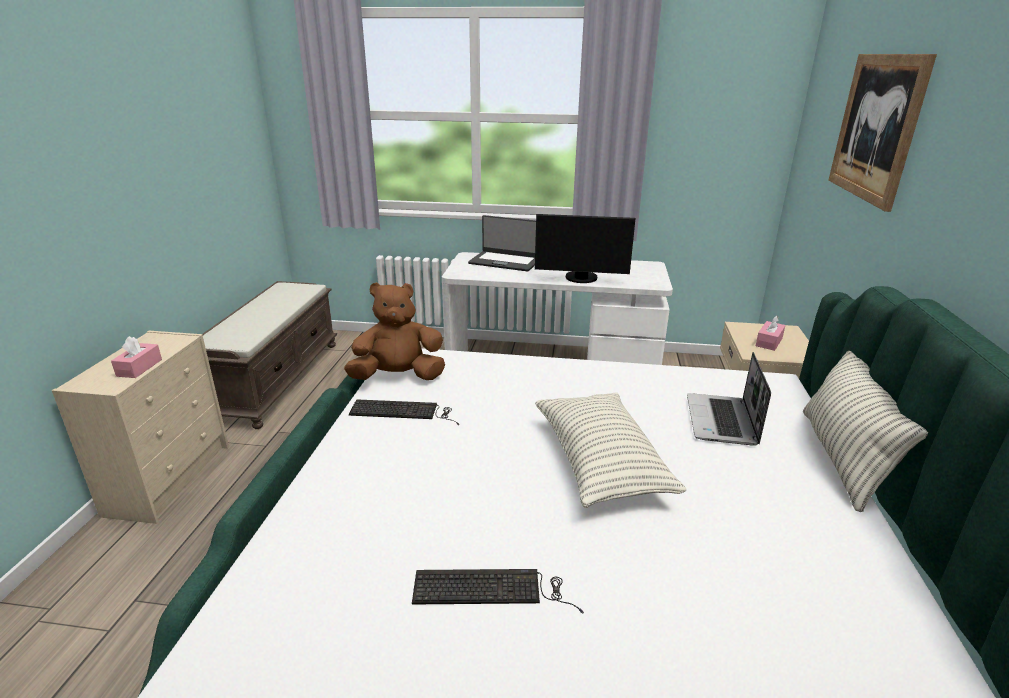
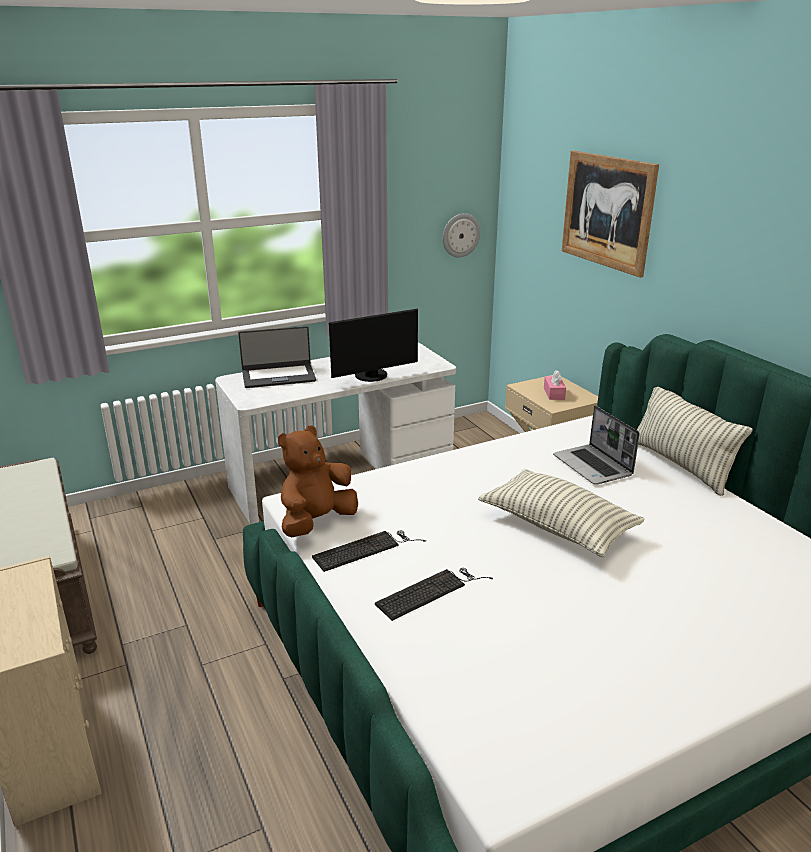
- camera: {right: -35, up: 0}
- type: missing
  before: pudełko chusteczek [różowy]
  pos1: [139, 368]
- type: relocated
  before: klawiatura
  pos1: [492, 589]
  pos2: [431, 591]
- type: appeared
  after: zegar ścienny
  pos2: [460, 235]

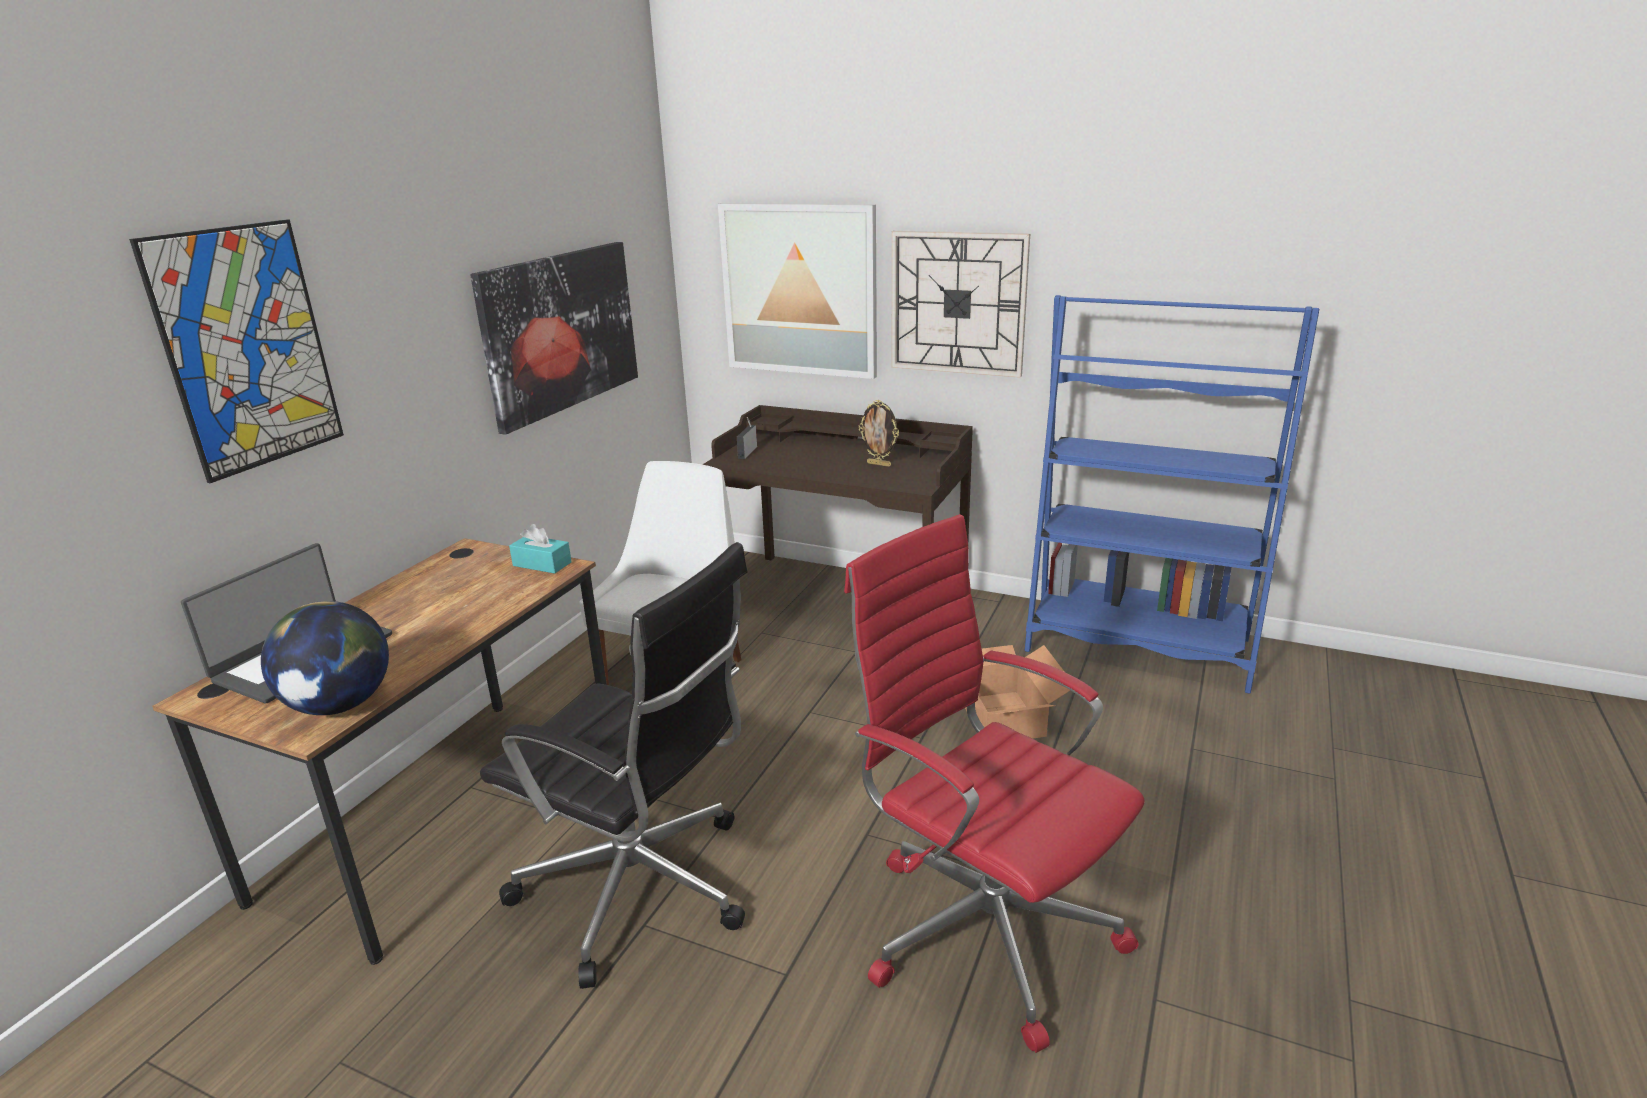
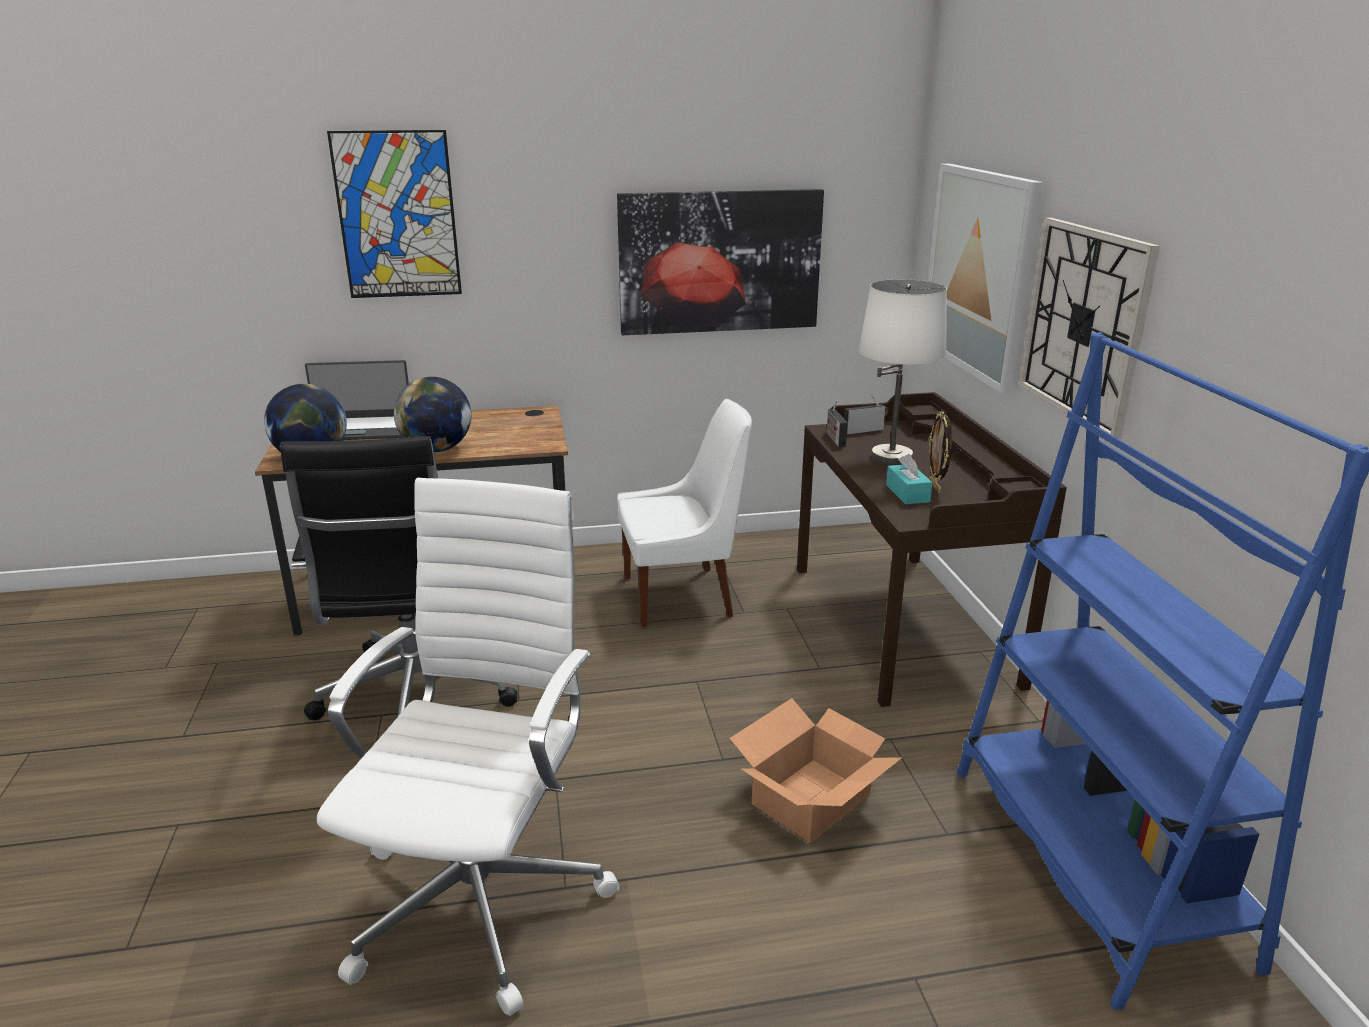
- camera: {right: 55, up: 0}
- type: relocated
  before: pudełko chusteczek [turkusowy]
  pos1: [542, 564]
  pos2: [907, 493]
- type: colour
  before: krzesło biurowe [czerwony]
  after: krzesło biurowe [biały]
  pos1: [983, 926]
  pos2: [483, 894]
- type: appeared
  after: globus
  pos2: [437, 449]
- type: appeared
  after: radio
  pos2: [834, 439]
- type: appeared
  after: lampa stołowa [biały]
  pos2: [891, 456]

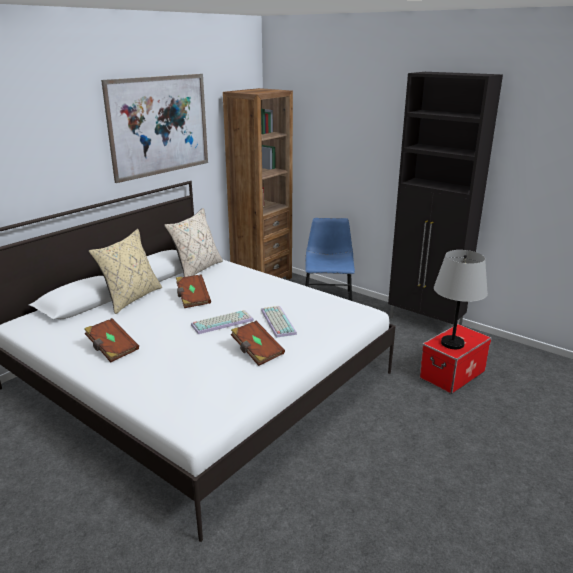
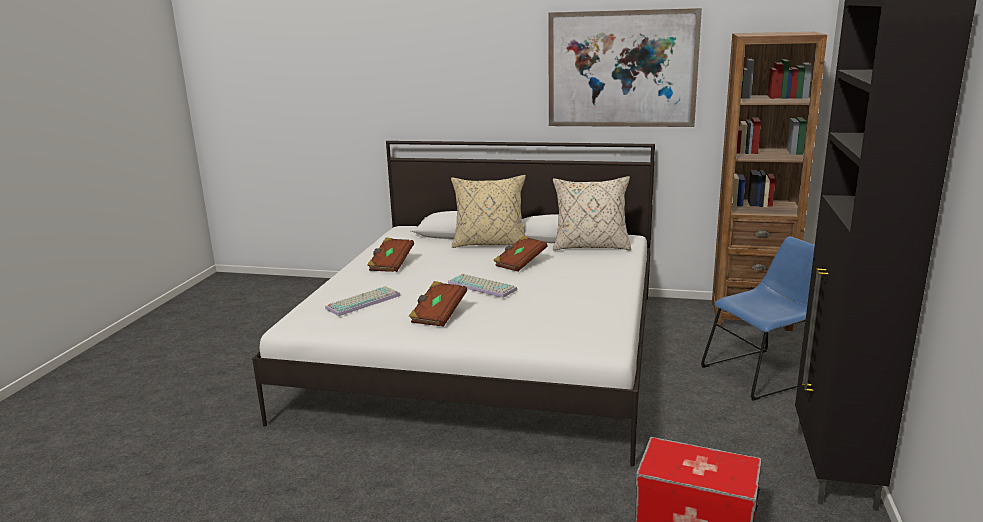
- camera: {right: 65, up: -5}
- type: relocated
  before: klawiatura
  pos1: [277, 321]
  pos2: [363, 301]
- type: missing
  before: lampa stołowa [szary]
  pos1: [452, 343]

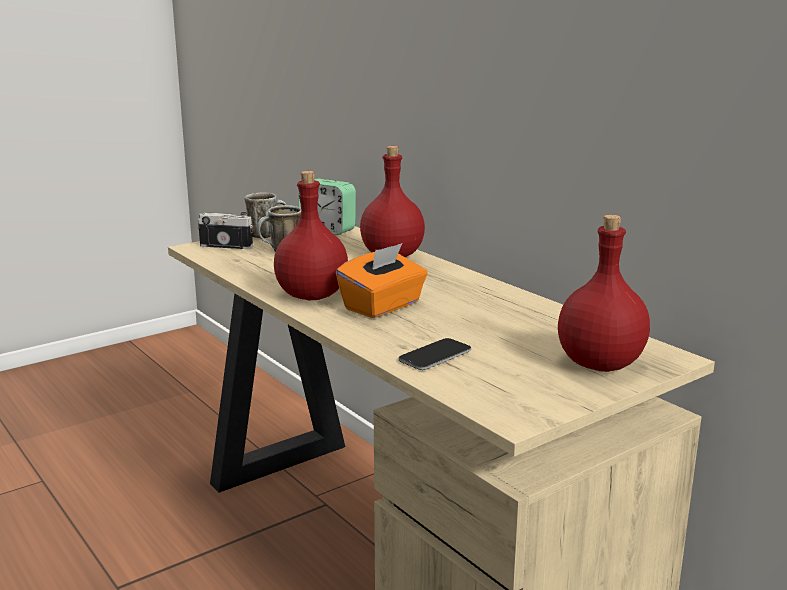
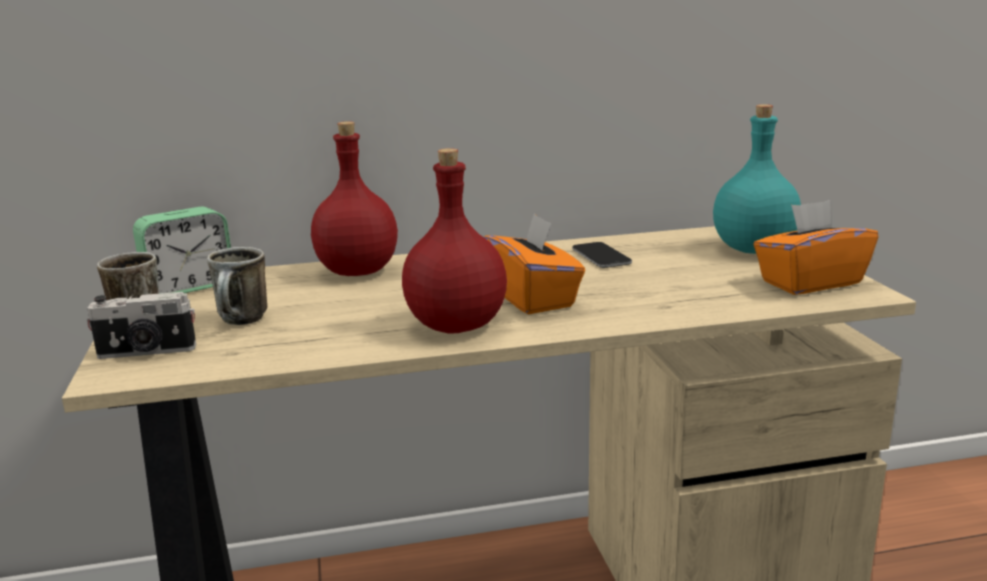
- camera: {right: -65, up: 0}
- type: spun
  before: aparat fotograficzny
  pos1: [227, 245]
  pos2: [146, 352]
  turn: -135
- type: relocated
  before: telefon
  pos1: [435, 356]
  pos2: [601, 257]
- type: colour
  before: butelka [czerwony]
  after: butelka [turkusowy]
  pos1: [599, 364]
  pos2: [752, 250]
- type: appeared
  after: pudełko chusteczek [pomarańczowy]
  pos2: [809, 282]

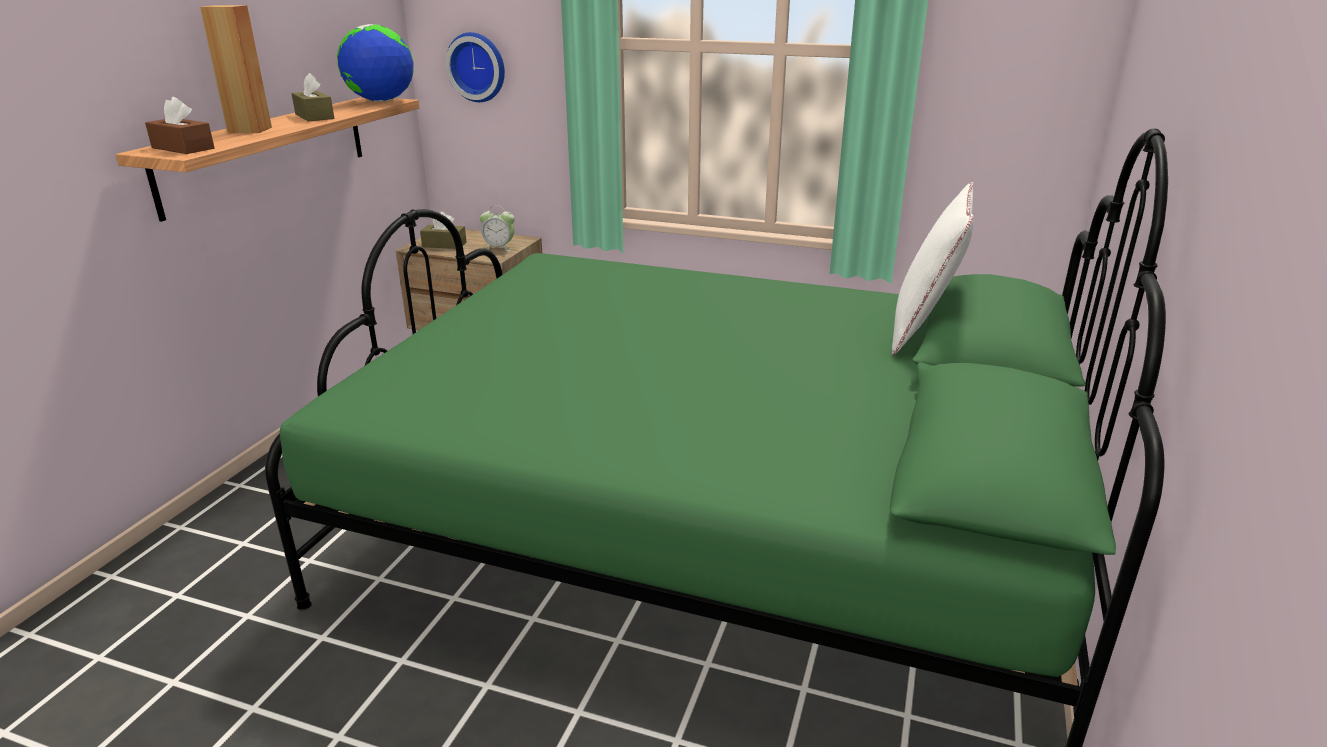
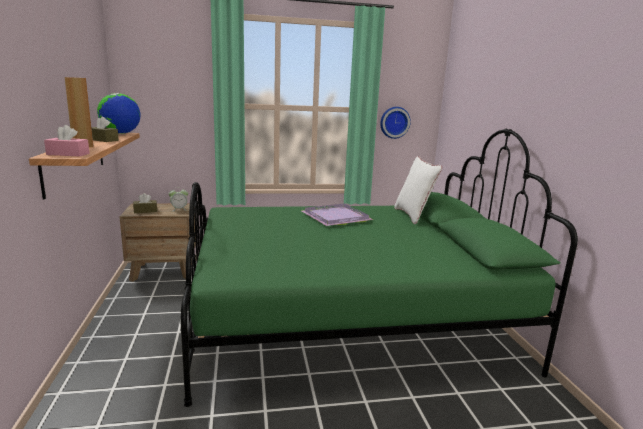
- camera: {right: -30, up: -10}
- type: colour
  before: pudełko chusteczek [brązowy]
  after: pudełko chusteczek [różowy]
  pos1: [183, 148]
  pos2: [68, 154]
- type: relocated
  before: zegar ścienny
  pos1: [478, 67]
  pos2: [394, 122]
- type: appeared
  after: taca [fioletowy]
  pos2: [337, 217]

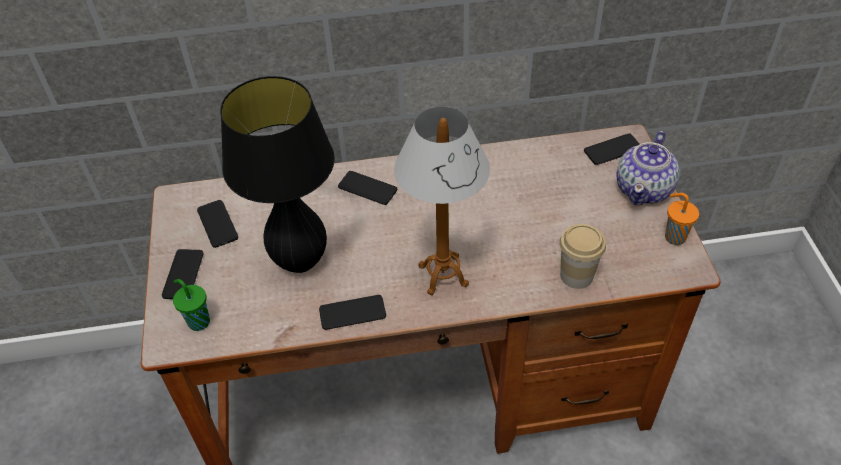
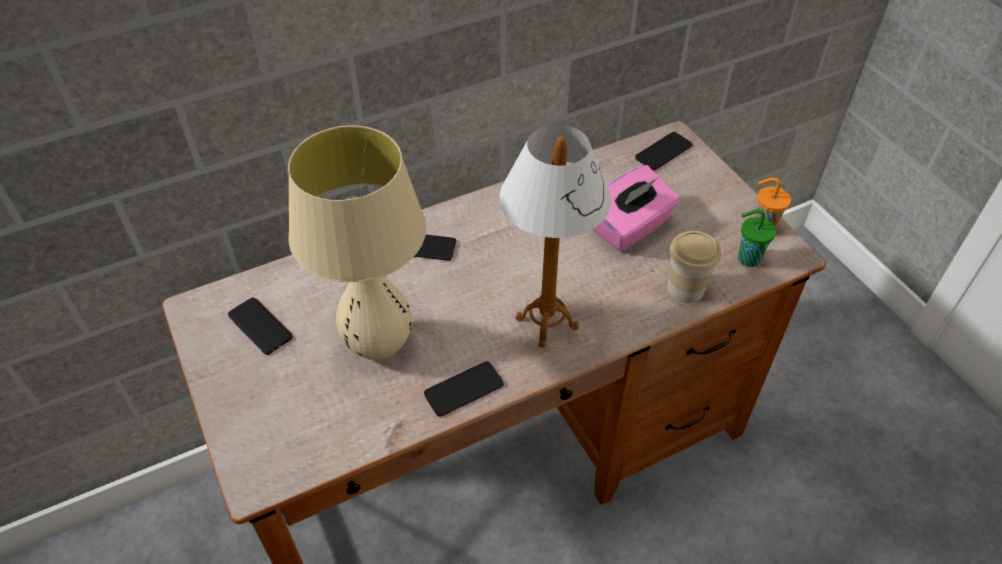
- camera: {right: -20, up: 0}
- type: missing
  before: telefon
  pos1: [183, 274]
- type: relocated
  before: filiżanka [zielony]
  pos1: [198, 321]
  pos2: [747, 258]
- type: colour
  before: lampa stołowa [czarny]
  after: lampa stołowa [beżowy]
  pos1: [300, 262]
  pos2: [378, 347]
- type: missing
  before: imbryk
  pos1: [644, 189]
- type: appeared
  after: pudełko chusteczek [różowy]
  pos2: [630, 227]

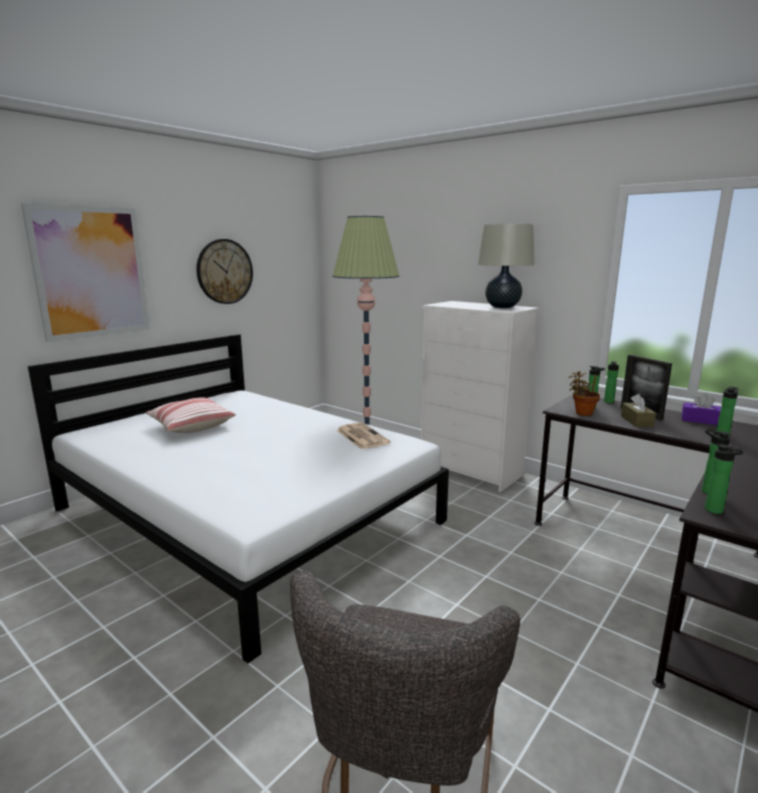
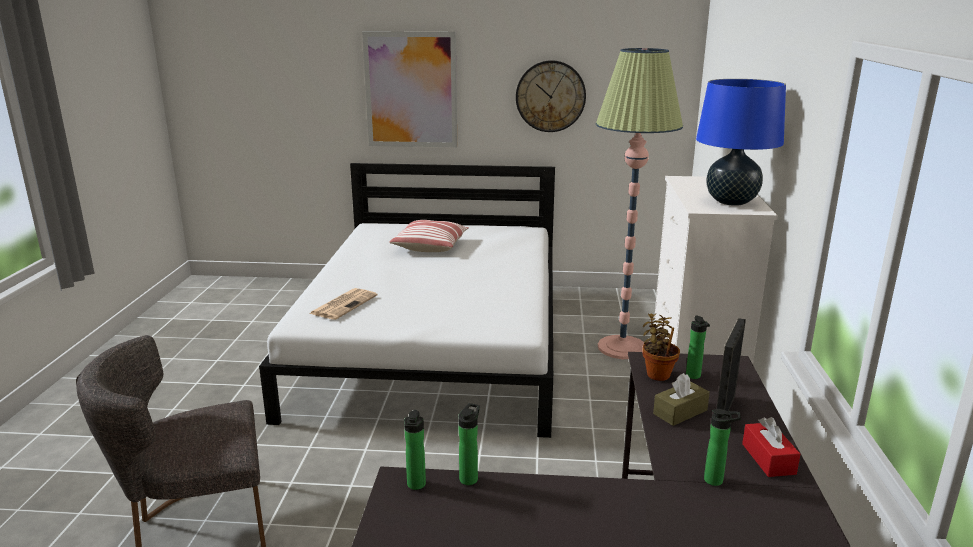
- camera: {right: 55, up: 5}
- type: relocated
  before: gazeta
  pos1: [361, 436]
  pos2: [344, 304]
- type: colour
  before: lampa stołowa [beżowy]
  after: lampa stołowa [niebieski]
  pos1: [502, 307]
  pos2: [731, 202]
- type: missing
  before: butelka
  pos1: [609, 402]
- type: colour
  before: pudełko chusteczek [fioletowy]
  after: pudełko chusteczek [czerwony]
  pos1: [700, 420]
  pos2: [768, 459]

